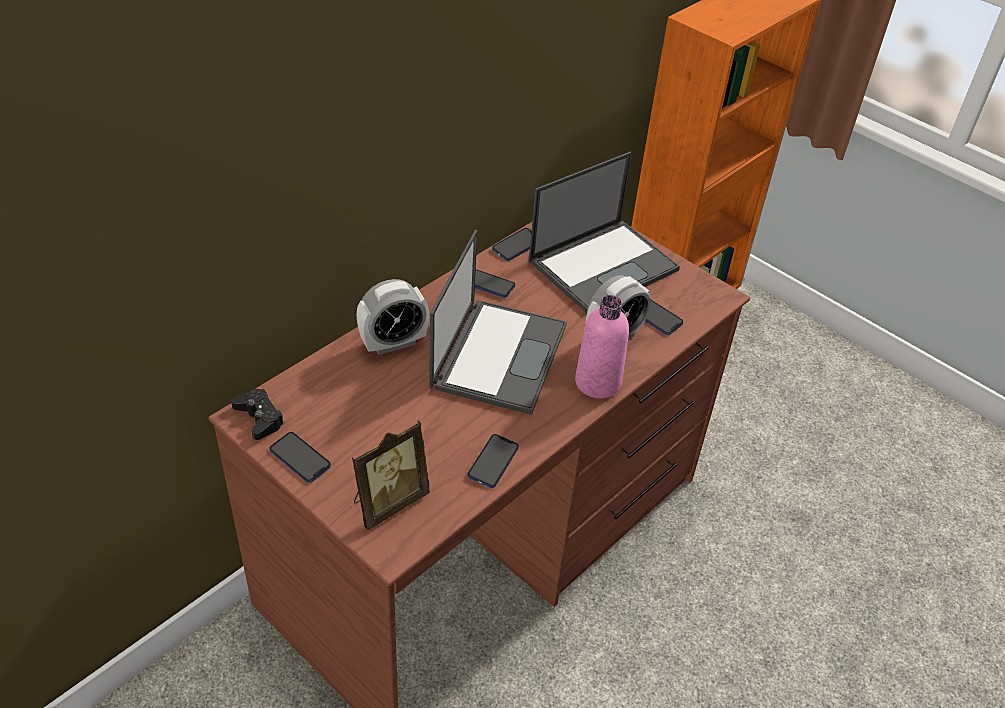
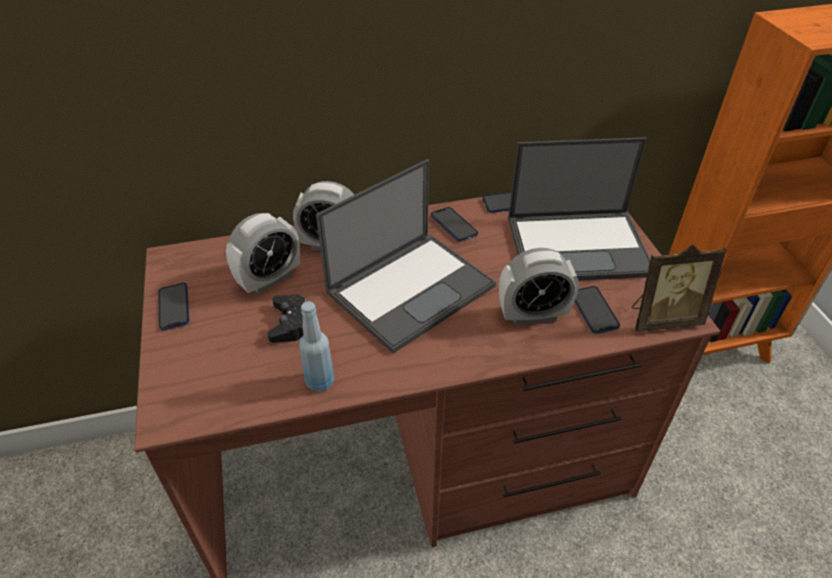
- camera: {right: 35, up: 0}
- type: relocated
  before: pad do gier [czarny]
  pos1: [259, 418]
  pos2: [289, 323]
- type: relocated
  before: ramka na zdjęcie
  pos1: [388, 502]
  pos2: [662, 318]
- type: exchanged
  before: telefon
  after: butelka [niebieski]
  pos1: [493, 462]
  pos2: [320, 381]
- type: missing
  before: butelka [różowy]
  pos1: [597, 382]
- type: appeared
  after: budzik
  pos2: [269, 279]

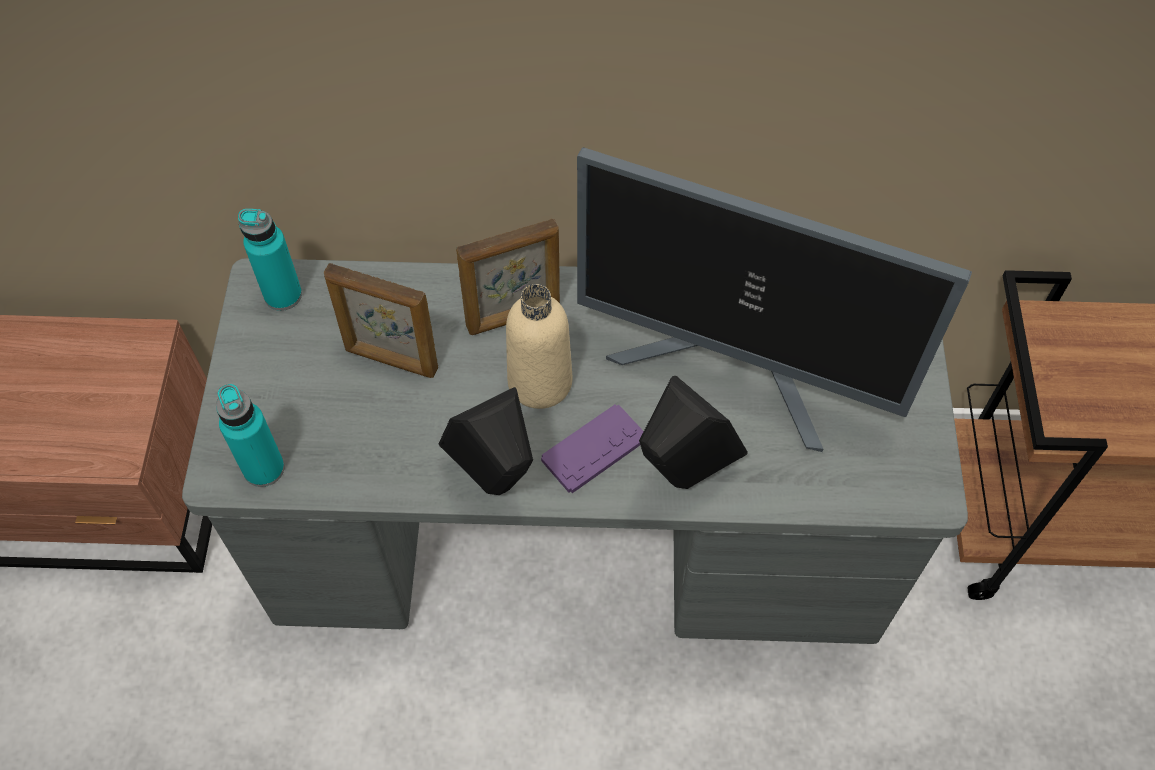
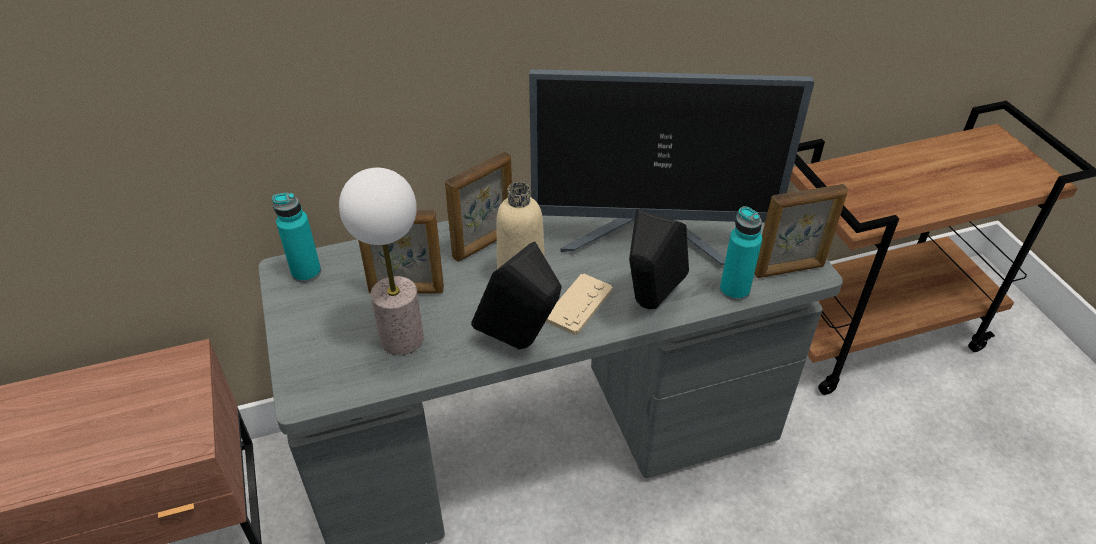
- camera: {right: -20, up: -15}
- type: relocated
  before: butelka [turkusowy]
  pos1: [264, 468]
  pos2: [734, 290]
- type: colour
  before: pad do gier [fioletowy]
  after: pad do gier [beżowy]
  pos1: [594, 449]
  pos2: [579, 305]
- type: appeared
  after: lampa stołowa
  pos2: [402, 338]
- type: appeared
  after: ramka na zdjęcie
  pos2: [789, 269]

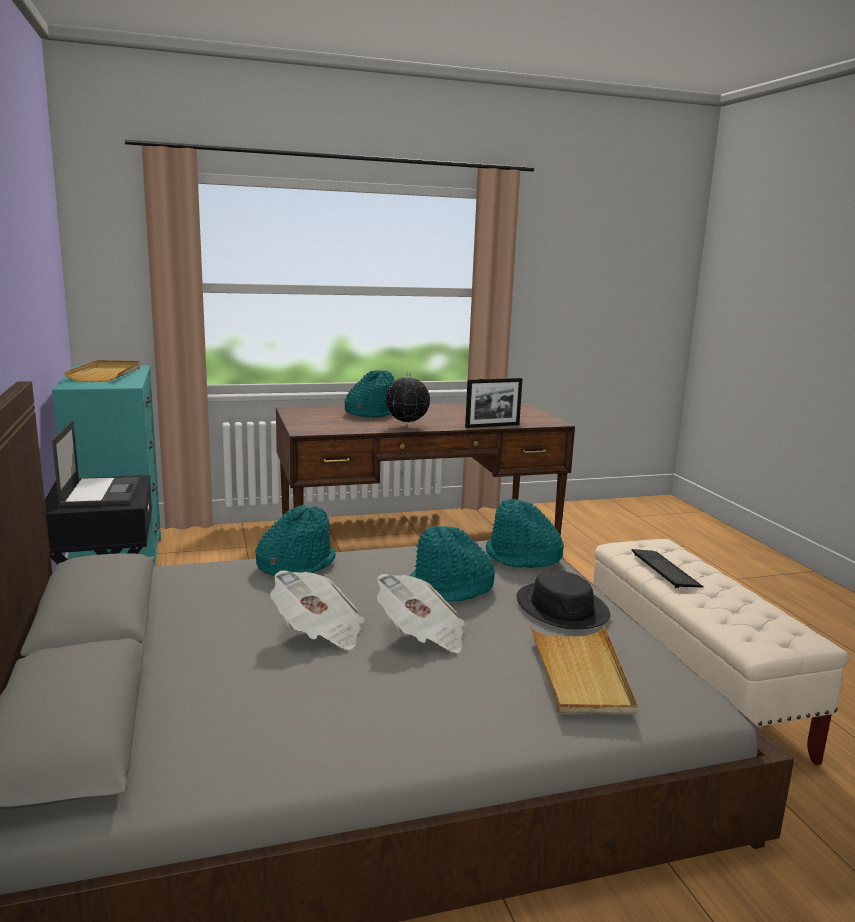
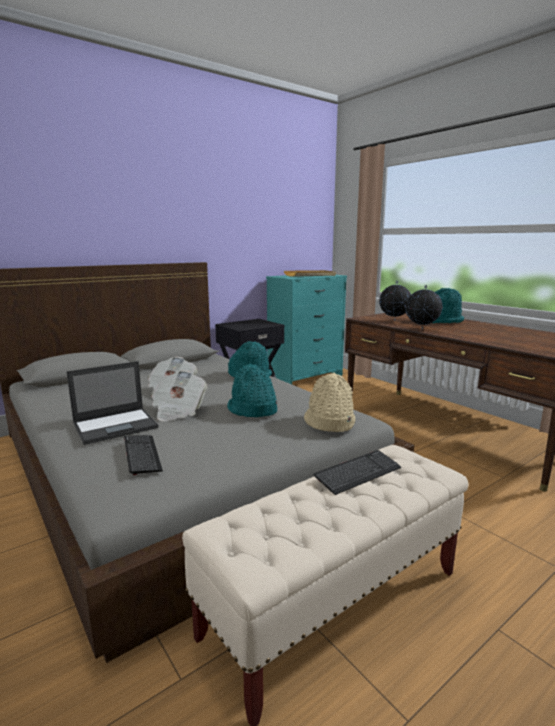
- camera: {right: 70, up: 0}
- type: relocated
  before: laptop
  pos1: [101, 492]
  pos2: [116, 425]
- type: missing
  before: ramka na zdjęcie
  pos1: [492, 426]
- type: colour
  before: kapelusz [turkusowy]
  after: kapelusz [beżowy]
  pos1: [522, 558]
  pos2: [329, 422]
- type: missing
  before: kapelusz [czarny]
  pos1: [562, 607]
- type: exchanged
  before: taca [beżowy]
  after: klawiatura
  pos1: [580, 673]
  pos2: [142, 455]
- type: appeared
  after: globus
  pos2: [393, 321]

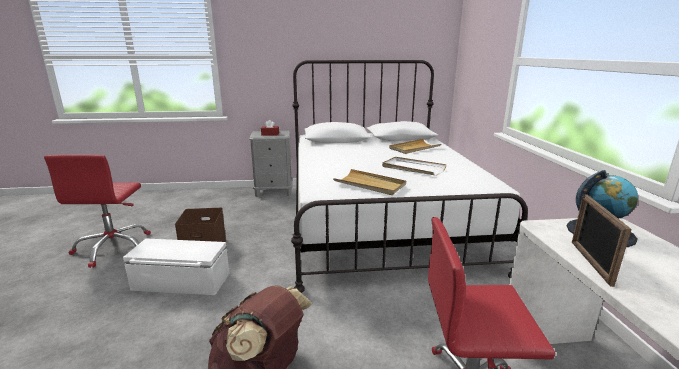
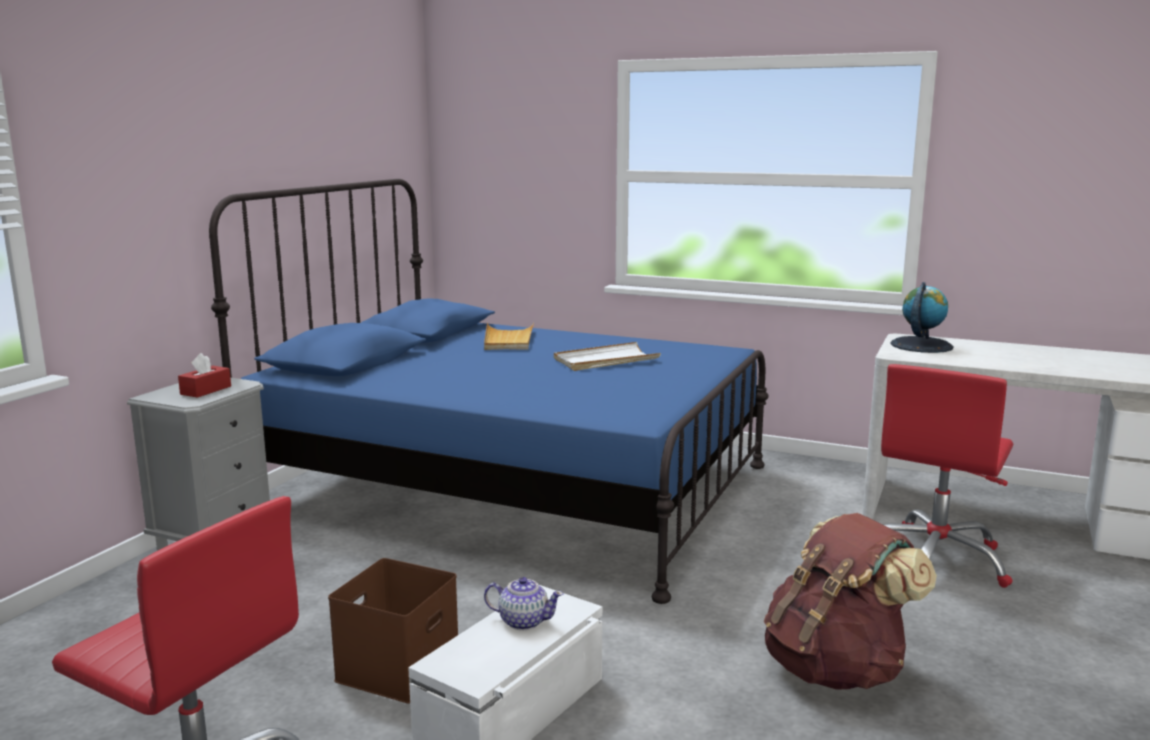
- camera: {right: -60, up: -5}
- type: colour
  before: łóżko [biały]
  after: łóżko [niebieski]
  pos1: [379, 221]
  pos2: [514, 488]
- type: missing
  before: taca [beżowy]
  pos1: [370, 184]
- type: missing
  before: ramka na zdjęcie
  pos1: [590, 262]
- type: appeared
  after: imbryk
  pos2: [523, 621]

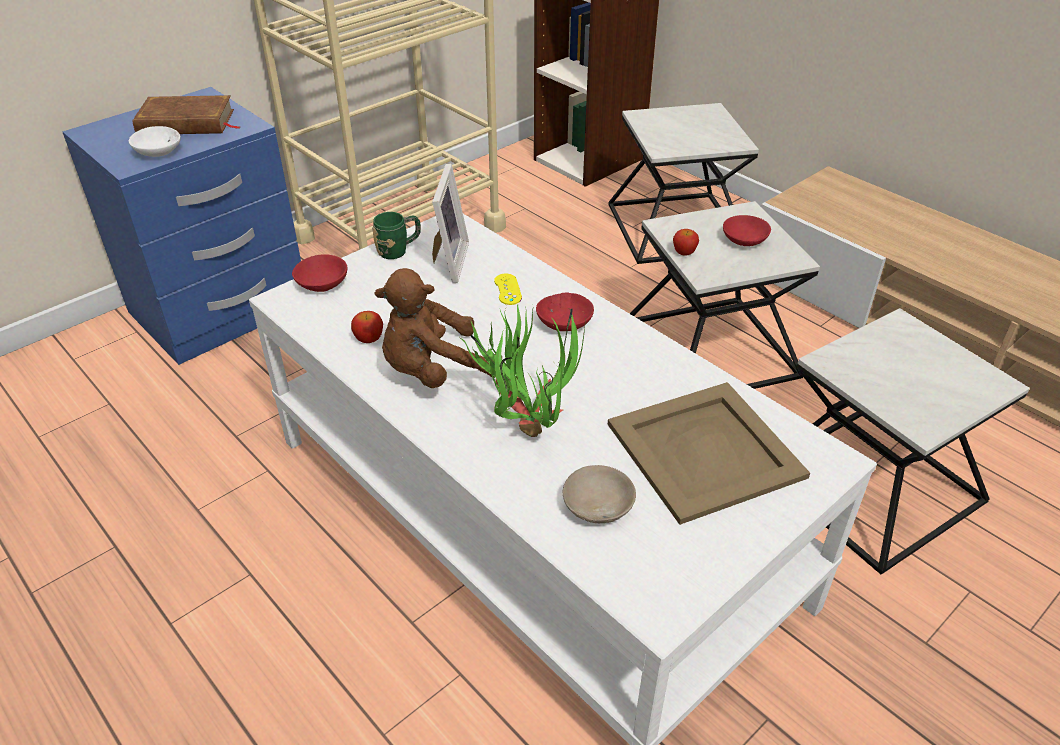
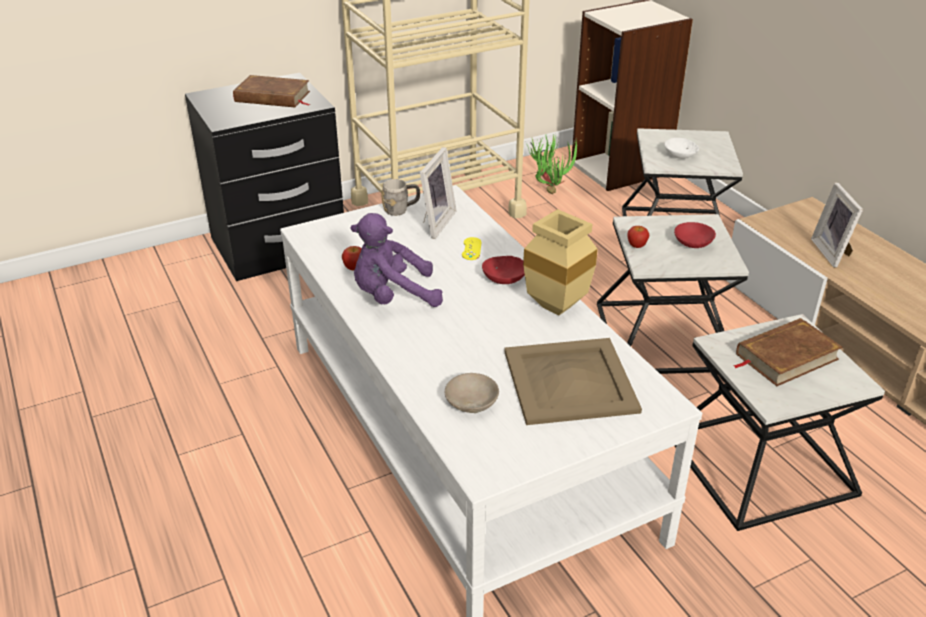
- camera: {right: 15, up: -5}
- type: colour
  before: szafka nocna [niebieski]
  after: szafka nocna [czarny]
  pos1: [220, 311]
  pos2: [278, 247]
- type: relocated
  before: miska [biały]
  pos1: [157, 152]
  pos2: [679, 155]
- type: missing
  before: miska [czerwony]
  pos1: [324, 283]
- type: colour
  before: kubek [zielony]
  after: kubek [szary]
  pos1: [399, 250]
  pos2: [401, 210]
- type: colour
  before: pluszak [brązowy]
  after: pluszak [fioletowy]
  pos1: [435, 371]
  pos2: [393, 297]
- type: relocated
  before: roślina doniczkowa
  pos1: [525, 423]
  pos2: [550, 189]
- type: appeared
  after: wazon [beżowy]
  pos2: [560, 307]
- type: appeared
  after: książka [brązowy]
  pos2: [786, 356]
- type: appeared
  after: ramka na zdjęcie
  pos2: [833, 252]

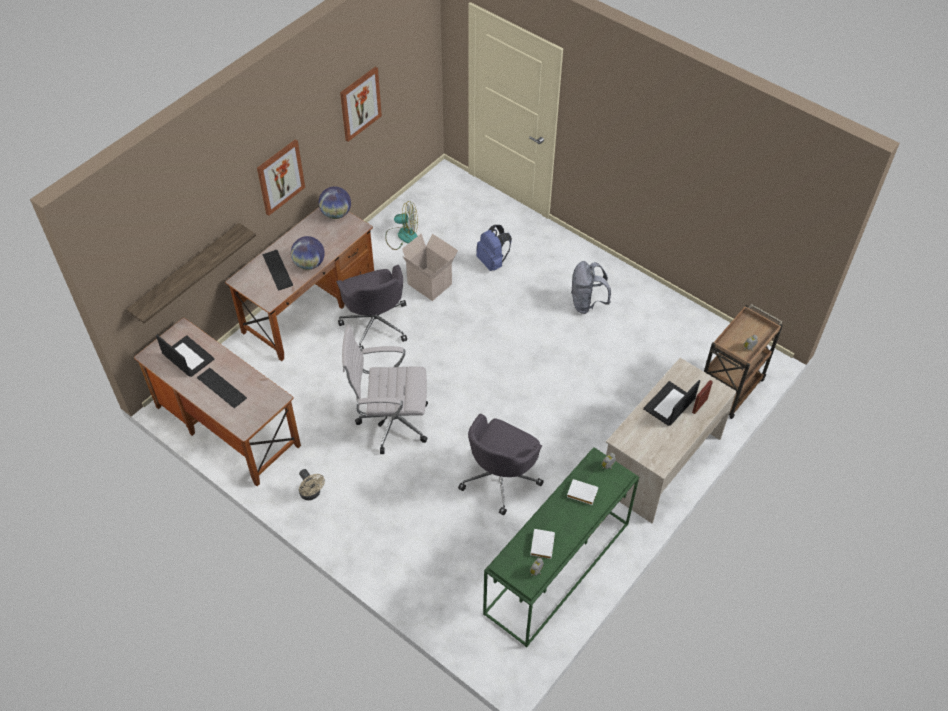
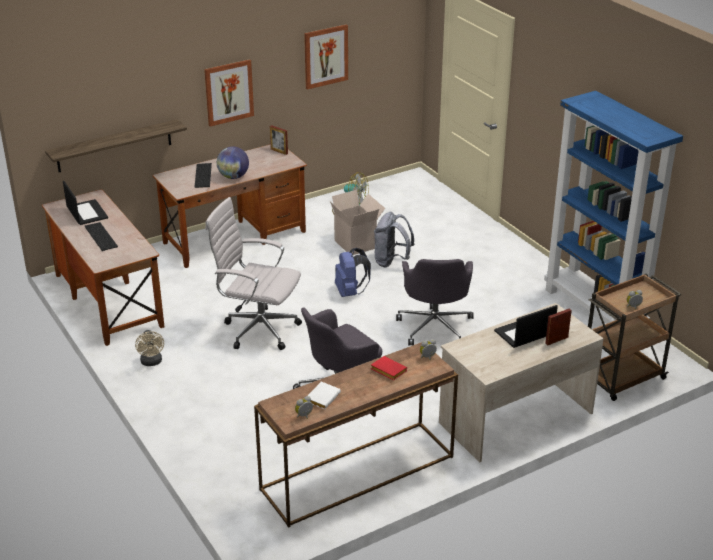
- camera: {right: 20, up: -20}
- type: exchanged
  before: globus
  after: ramka na zdjęcie
  pos1: [336, 214]
  pos2: [279, 151]
- type: relocated
  before: krzesło biurowe [szary]
  pos1: [375, 323]
  pos2: [435, 326]
- type: relocated
  before: plecak [niebieski]
  pos1: [493, 262]
  pos2: [350, 292]
- type: colour
  before: stolik konsolowy [zielony]
  after: stolik konsolowy [brązowy]
  pos1: [557, 570]
  pos2: [357, 474]
- type: colour
  before: książka [biały]
  after: książka [czerwony]
  pos1: [581, 494]
  pos2: [387, 371]
- type: relocated
  before: plecak [szary]
  pos1: [587, 303]
  pos2: [391, 261]
- type: appeared
  after: regał [niebieski]
  pos2: [595, 310]

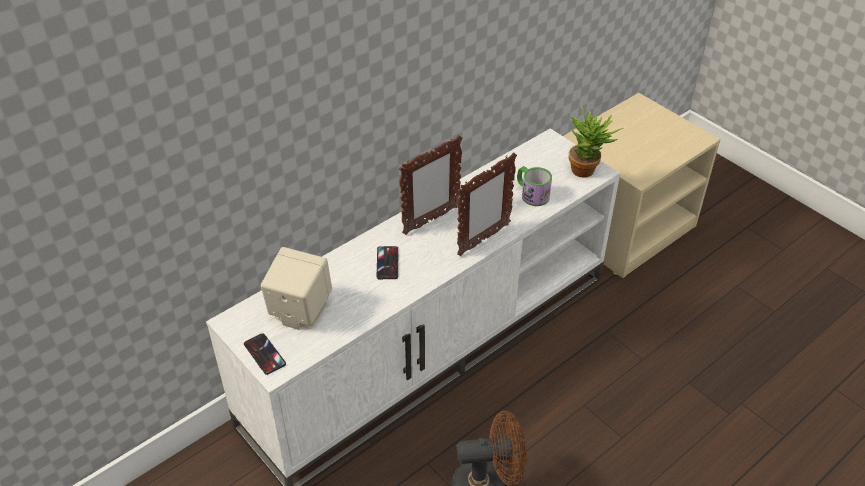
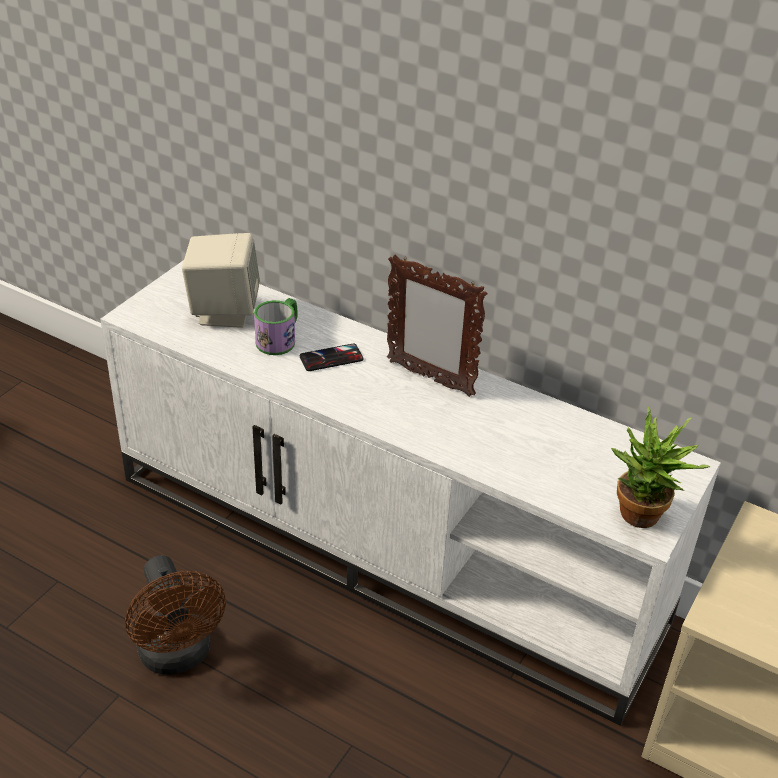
- camera: {right: 70, up: -5}
- type: missing
  before: telefon
  pos1: [264, 354]
- type: missing
  before: ramka na zdjęcie
  pos1: [483, 240]
- type: relocated
  before: kubek
  pos1: [531, 194]
  pos2: [279, 339]

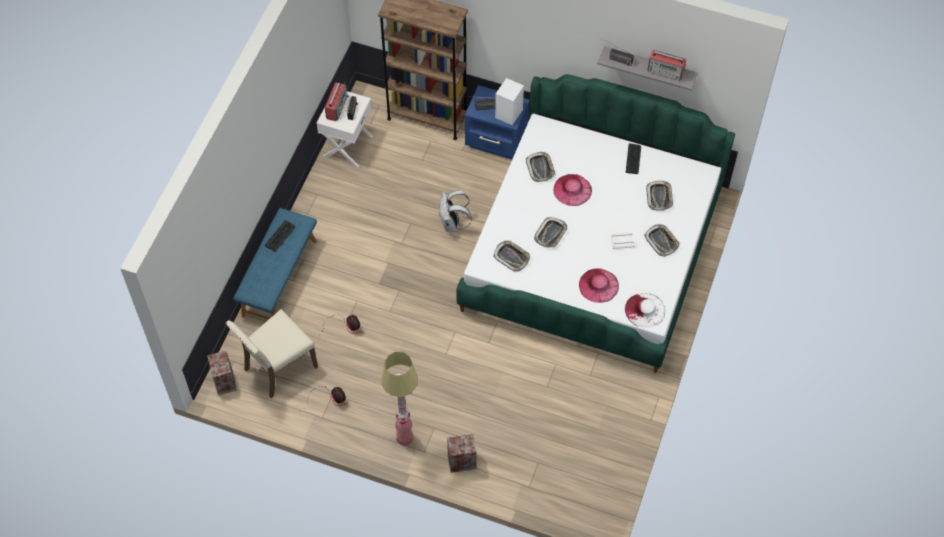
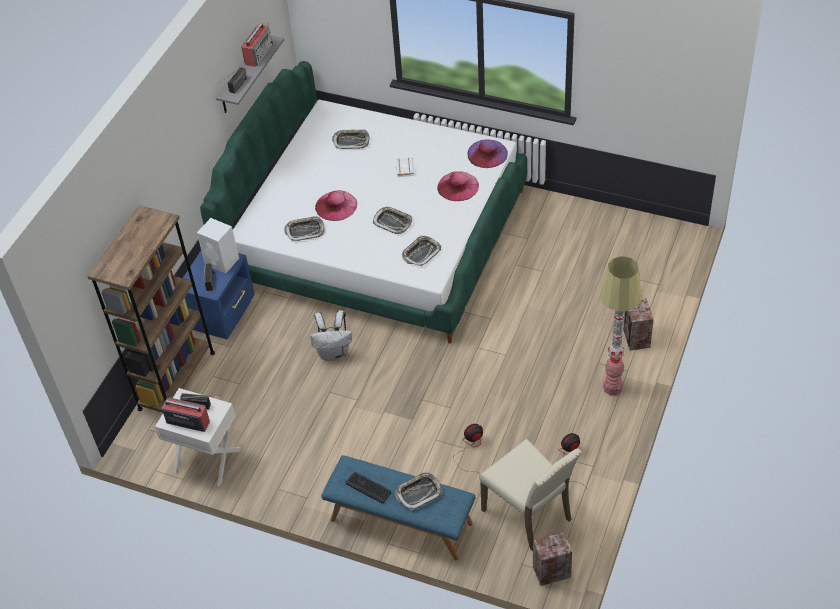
- camera: {right: -85, up: -10}
- type: colour
  before: kapelusz [biały]
  after: kapelusz [fioletowy]
  pos1: [645, 310]
  pos2: [487, 153]
- type: missing
  before: klawiatura
  pos1: [633, 159]
- type: relocated
  before: taca
  pos1: [661, 241]
  pos2: [419, 492]

